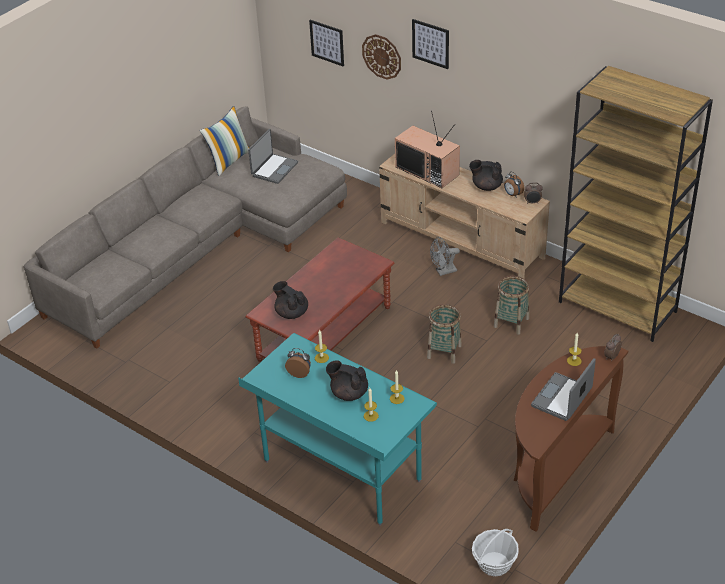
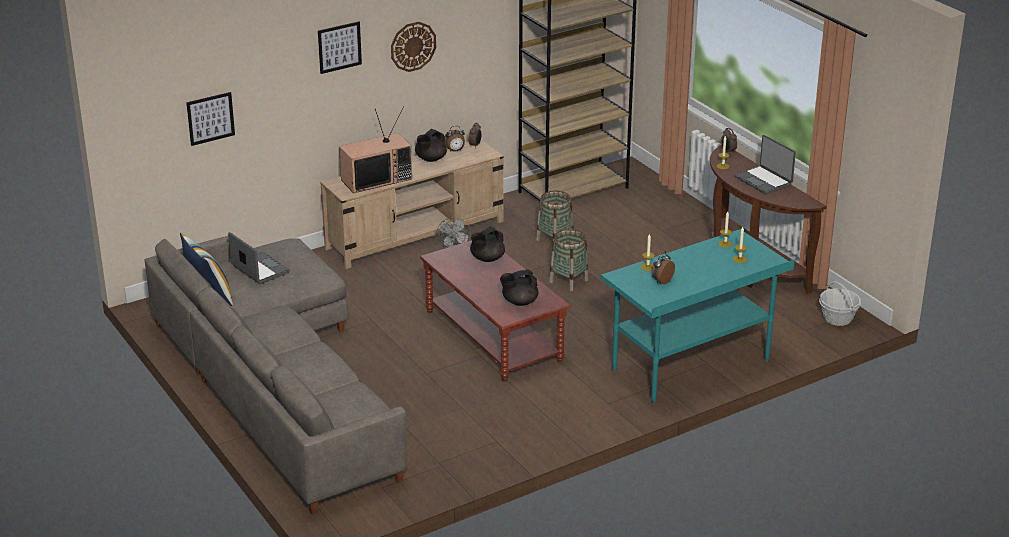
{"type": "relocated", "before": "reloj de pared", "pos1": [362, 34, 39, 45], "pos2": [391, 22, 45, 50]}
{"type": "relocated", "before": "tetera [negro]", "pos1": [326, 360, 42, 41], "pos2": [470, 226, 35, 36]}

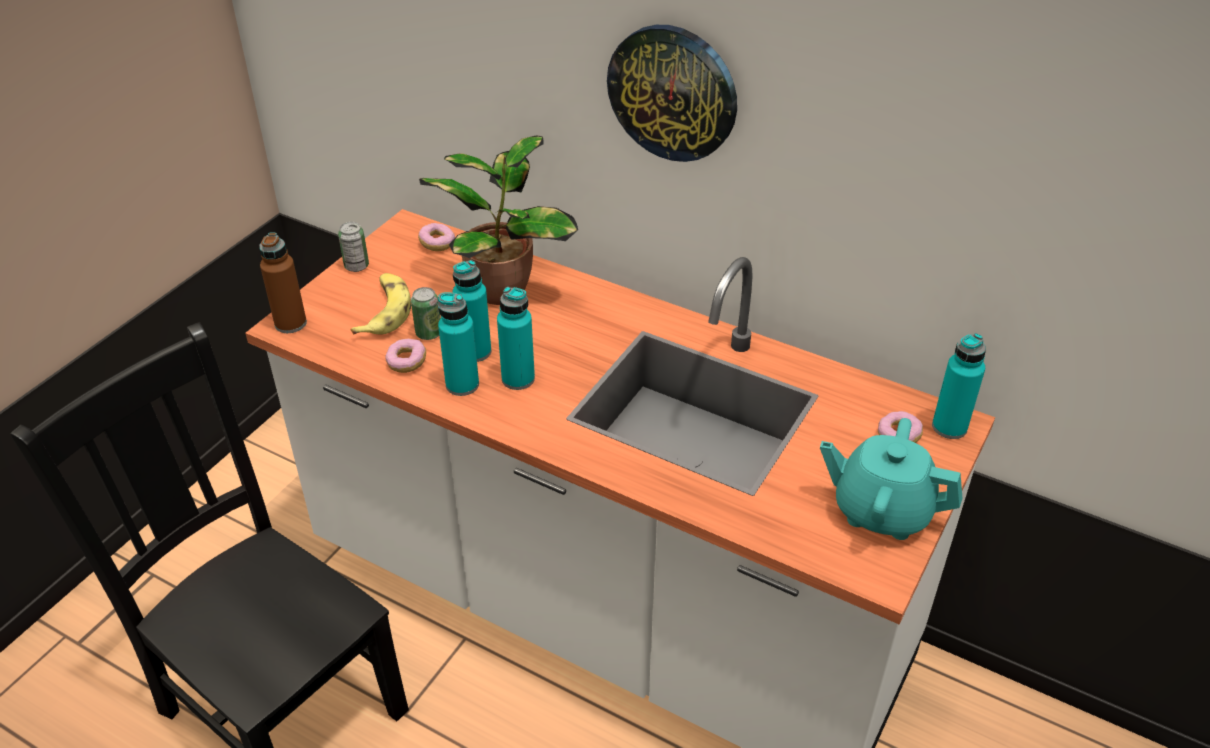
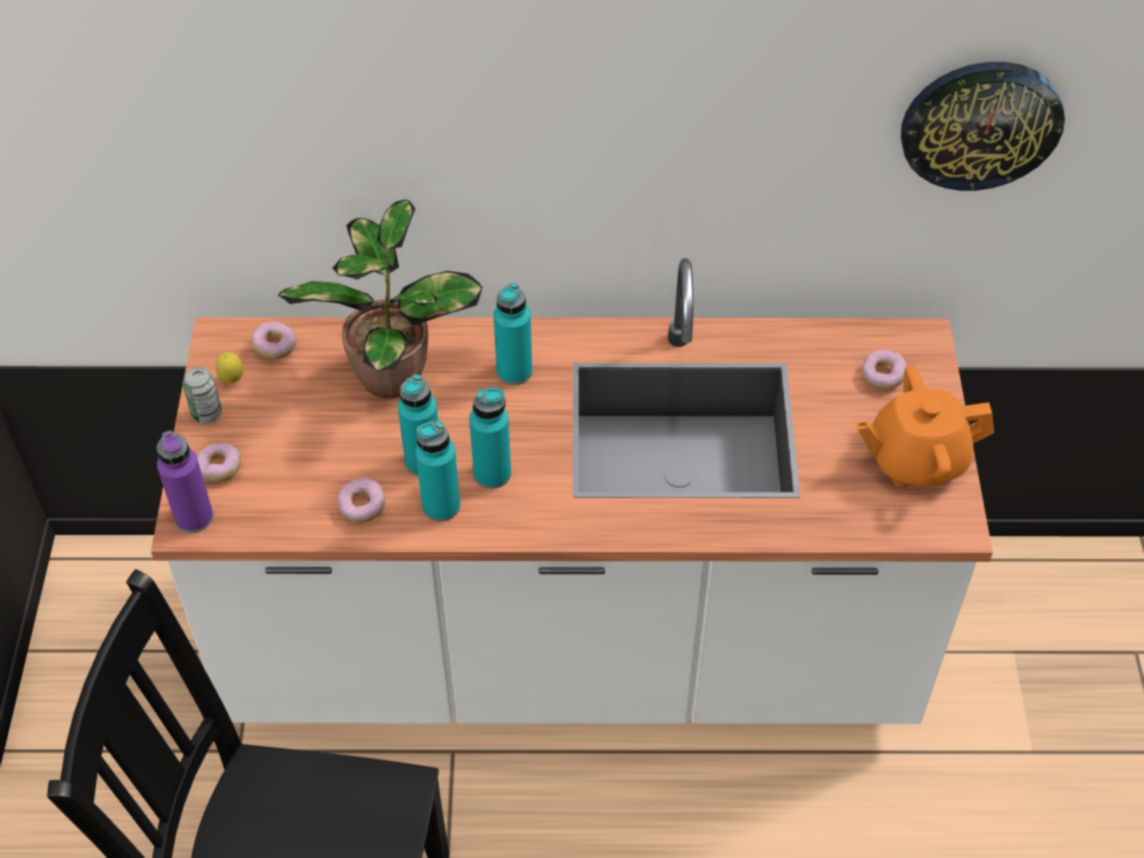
{"type": "relocated", "before": "reloj de pared", "pos1": [607, 25, 130, 137], "pos2": [901, 62, 164, 129]}
{"type": "colour", "before": "botella [marrón]", "after": "botella [morado]", "pos1": [259, 232, 48, 101], "pos2": [157, 431, 56, 102]}
{"type": "missing", "before": "plátano", "pos1": [350, 273, 61, 61]}
{"type": "missing", "before": "lata", "pos1": [411, 287, 30, 53]}
{"type": "relocated", "before": "botella [turquesa]", "pos1": [932, 333, 54, 106], "pos2": [493, 283, 39, 102]}
{"type": "colour", "before": "tetera [turquesa]", "after": "tetera [naranja]", "pos1": [820, 418, 142, 122], "pos2": [856, 366, 138, 121]}
{"type": "appeared", "after": "limón", "pos2": [215, 352, 28, 31]}
{"type": "appeared", "after": "rosquilla", "pos2": [197, 443, 44, 40]}

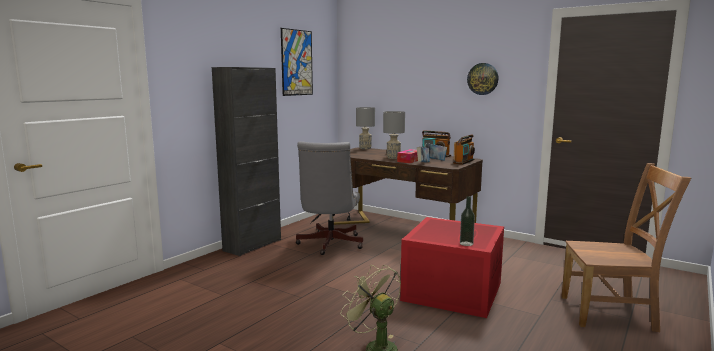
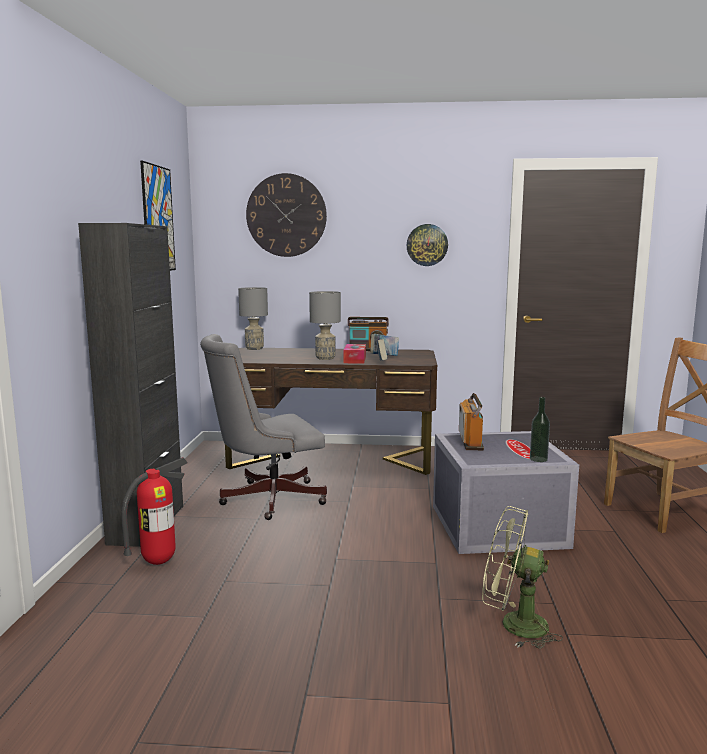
{"type": "relocated", "before": "radio", "pos1": [453, 135, 22, 30], "pos2": [459, 393, 25, 57]}
{"type": "spun", "before": "silla de oficina [gris]", "pos1": [296, 141, 67, 114], "pos2": [200, 334, 127, 186], "turn": 90}
{"type": "colour", "before": "caja de almacenaje [rojo]", "after": "caja de almacenaje [gris]", "pos1": [400, 217, 104, 101], "pos2": [433, 431, 146, 123]}
{"type": "appeared", "after": "reloj de pared", "pos2": [246, 173, 81, 84]}
{"type": "appeared", "after": "extintor", "pos2": [121, 457, 67, 108]}

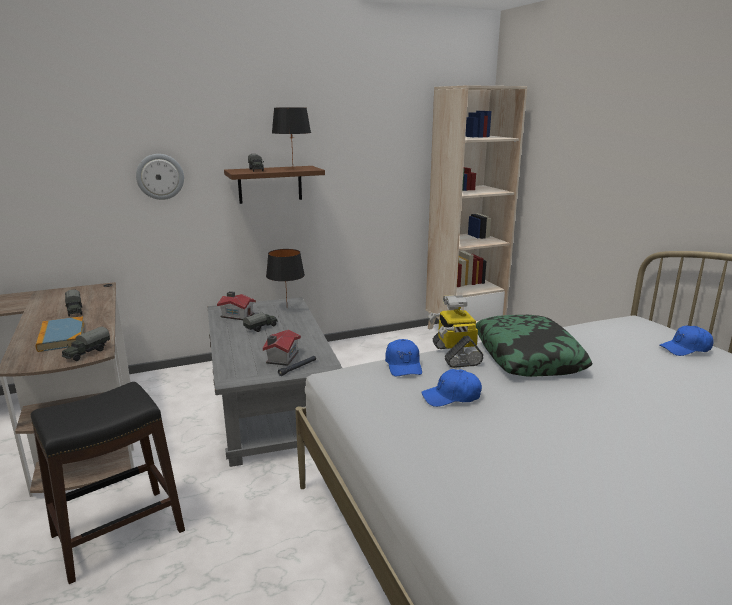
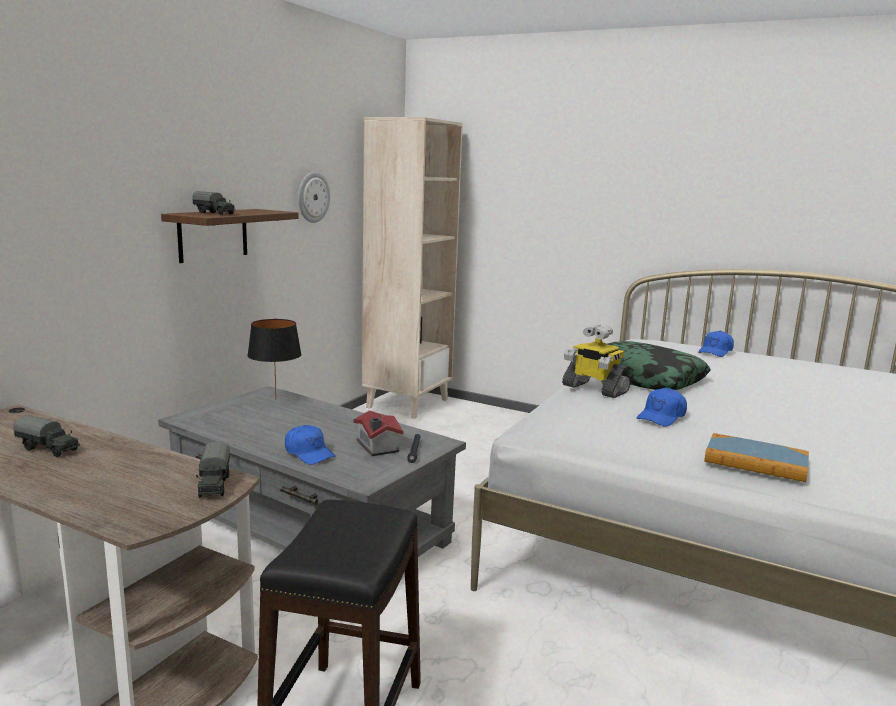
{"type": "missing", "before": "lámpara de mesa [negro]", "pos1": [272, 107, 39, 55]}
{"type": "relocated", "before": "reloj de pared", "pos1": [136, 154, 48, 46], "pos2": [298, 172, 32, 51]}
{"type": "missing", "before": "casita", "pos1": [217, 291, 39, 29]}
{"type": "missing", "before": "camión de juguete", "pos1": [243, 313, 35, 19]}
{"type": "relocated", "before": "libro", "pos1": [36, 316, 48, 36], "pos2": [704, 433, 105, 49]}
{"type": "relocated", "before": "gorra [azul]", "pos1": [385, 339, 37, 37], "pos2": [285, 425, 51, 40]}

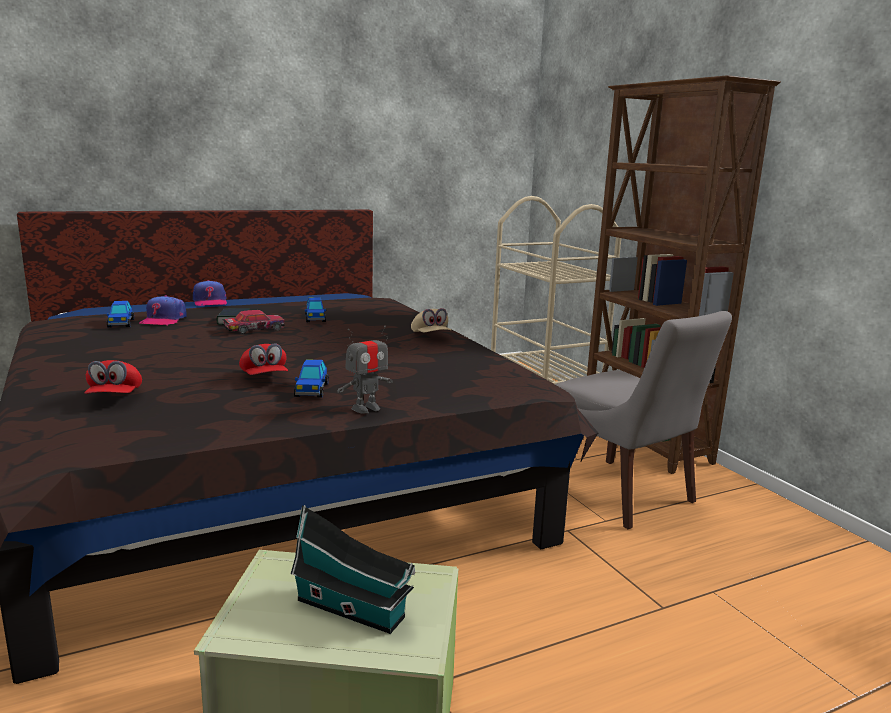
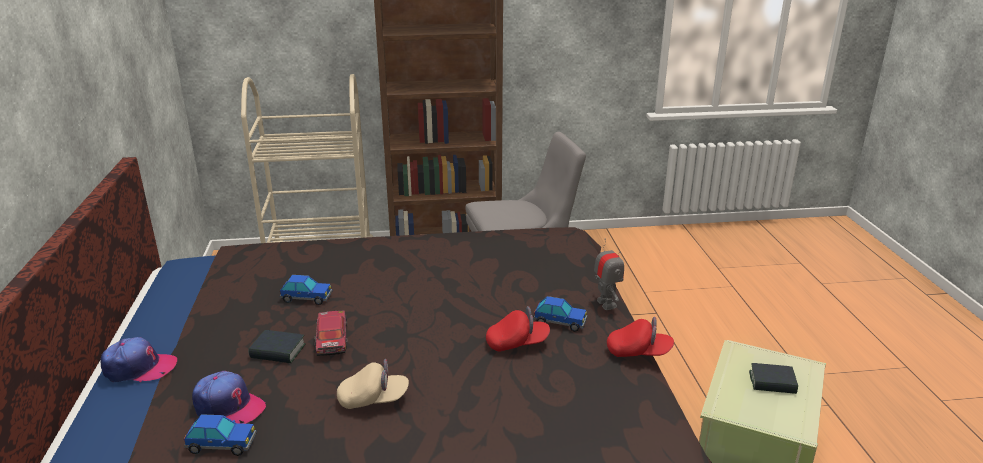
{"type": "relocated", "before": "gorra [beis]", "pos1": [411, 308, 40, 24], "pos2": [337, 359, 72, 50]}
{"type": "relocated", "before": "gorra [rojo]", "pos1": [85, 360, 57, 34], "pos2": [607, 317, 67, 40]}
{"type": "exchanged", "before": "casita", "after": "libro", "pos1": [290, 505, 125, 129], "pos2": [749, 363, 49, 31]}

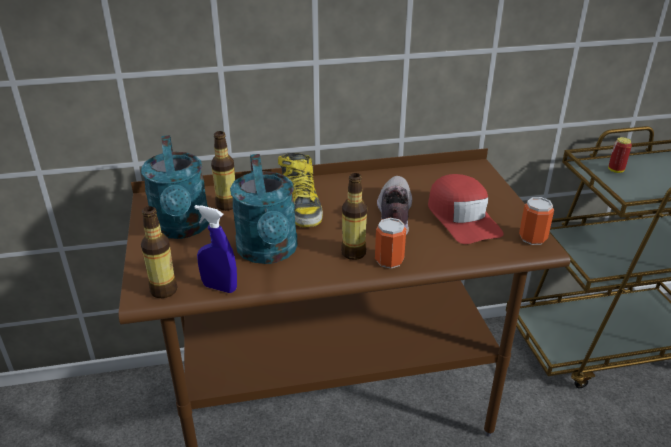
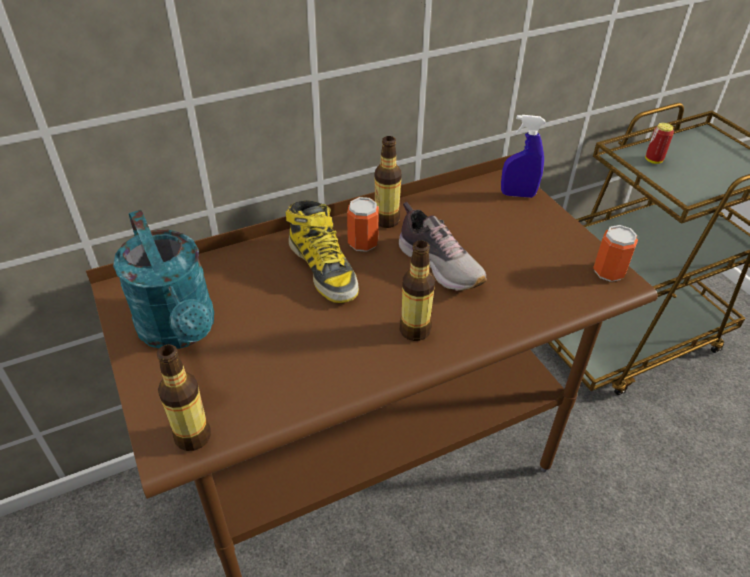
{"type": "relocated", "before": "botella", "pos1": [211, 131, 24, 80], "pos2": [375, 136, 27, 92]}
{"type": "missing", "before": "regadera [turquesa]", "pos1": [230, 154, 68, 110]}
{"type": "missing", "before": "gorra [rojo]", "pos1": [428, 174, 76, 70]}
{"type": "spun", "before": "zapato", "pos1": [377, 176, 35, 59], "pos2": [399, 202, 88, 89], "turn": 150}
{"type": "relocated", "before": "pulverizador [azul]", "pos1": [194, 205, 43, 88], "pos2": [501, 115, 45, 83]}
{"type": "relocated", "before": "lata", "pos1": [375, 218, 31, 51], "pos2": [347, 197, 32, 55]}

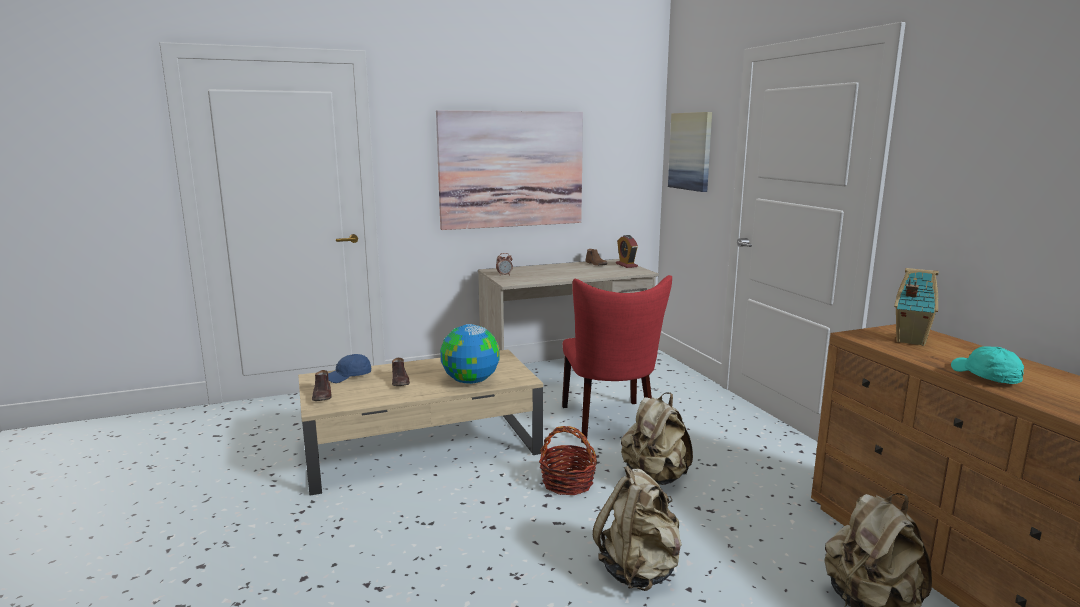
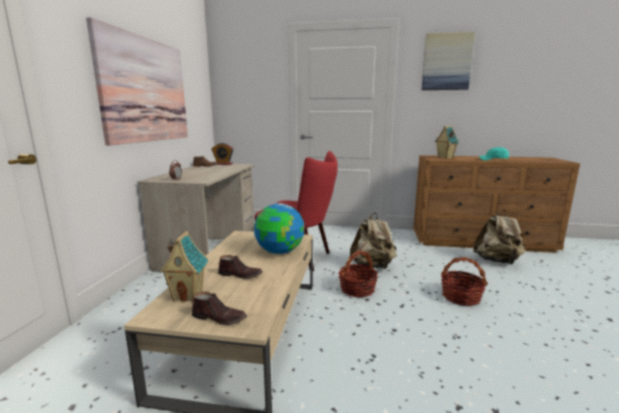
{"type": "relocated", "before": "cuadro", "pos1": [668, 112, 44, 80], "pos2": [422, 32, 53, 58]}
{"type": "exchanged", "before": "gorra [azul]", "after": "casita", "pos1": [328, 354, 44, 29], "pos2": [160, 231, 48, 71]}
{"type": "exchanged", "before": "mochila [beis]", "after": "cesta", "pos1": [593, 466, 89, 125], "pos2": [441, 257, 47, 49]}

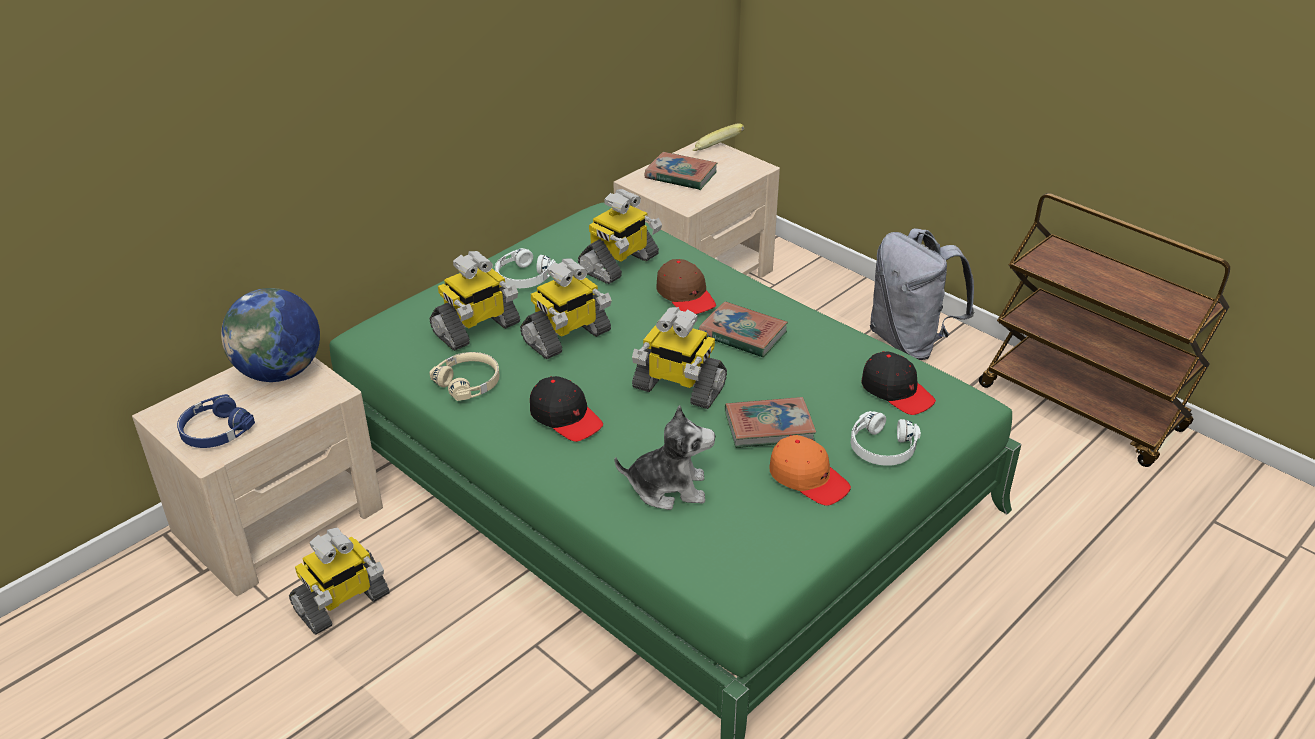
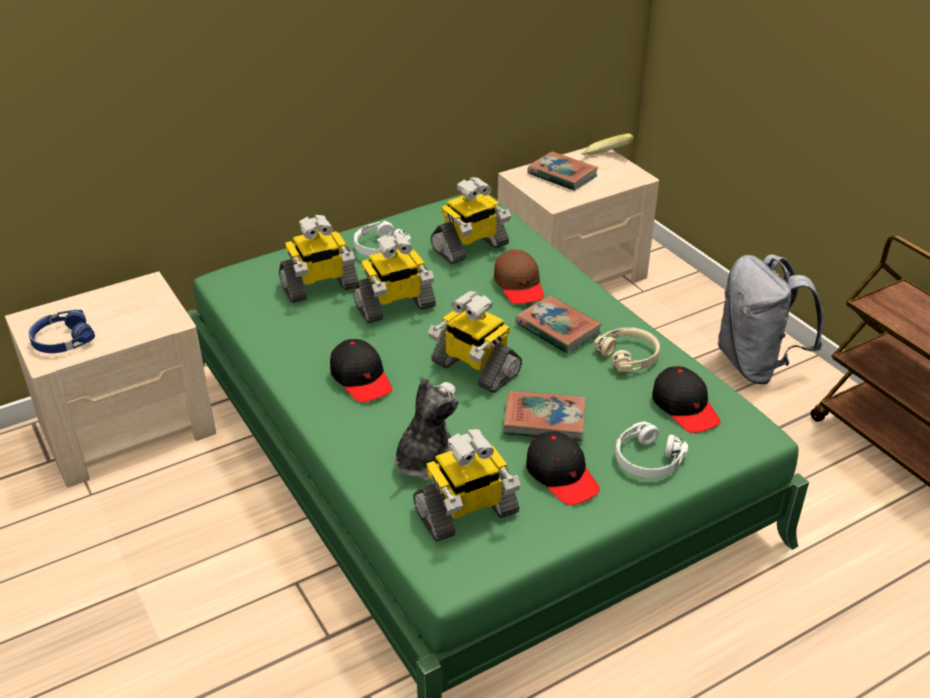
{"type": "missing", "before": "globo terráqueo", "pos1": [221, 288, 99, 94]}
{"type": "relocated", "before": "auriculares [beis]", "pos1": [429, 352, 71, 49], "pos2": [594, 327, 66, 45]}
{"type": "spun", "before": "peluche", "pos1": [615, 405, 100, 105], "pos2": [395, 377, 63, 104], "turn": -75}
{"type": "colour", "before": "gorra [naranja]", "after": "gorra [negro]", "pos1": [770, 435, 81, 71], "pos2": [526, 431, 74, 74]}
{"type": "relocated", "before": "robot de juguete", "pos1": [289, 528, 101, 107], "pos2": [413, 429, 108, 113]}

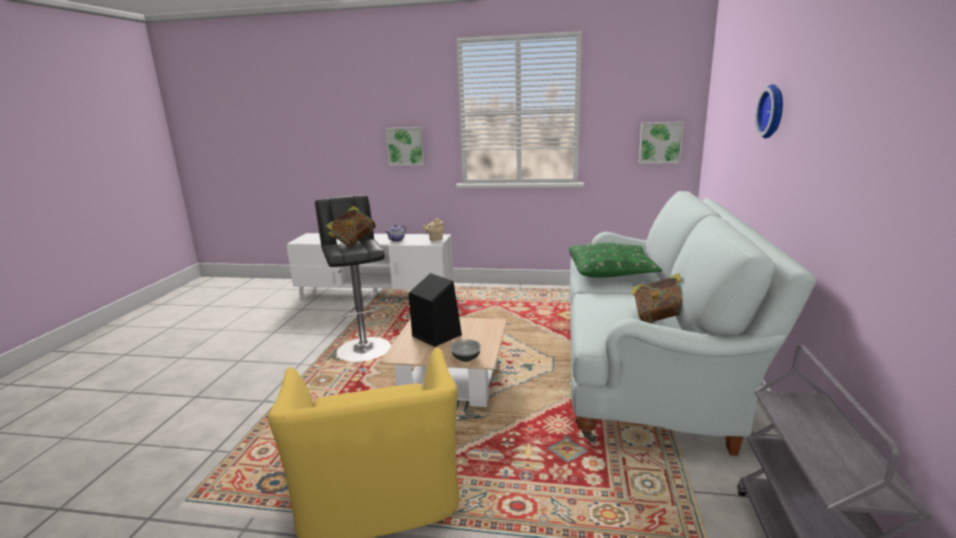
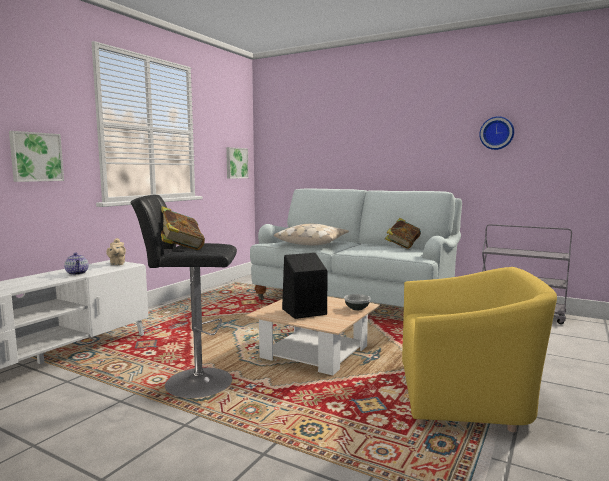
{"type": "relocated", "before": "reloj de pared", "pos1": [755, 84, 28, 55], "pos2": [479, 116, 35, 34]}
{"type": "colour", "before": "cojín [verde]", "after": "cojín [beis]", "pos1": [568, 243, 94, 35], "pos2": [274, 224, 75, 21]}

